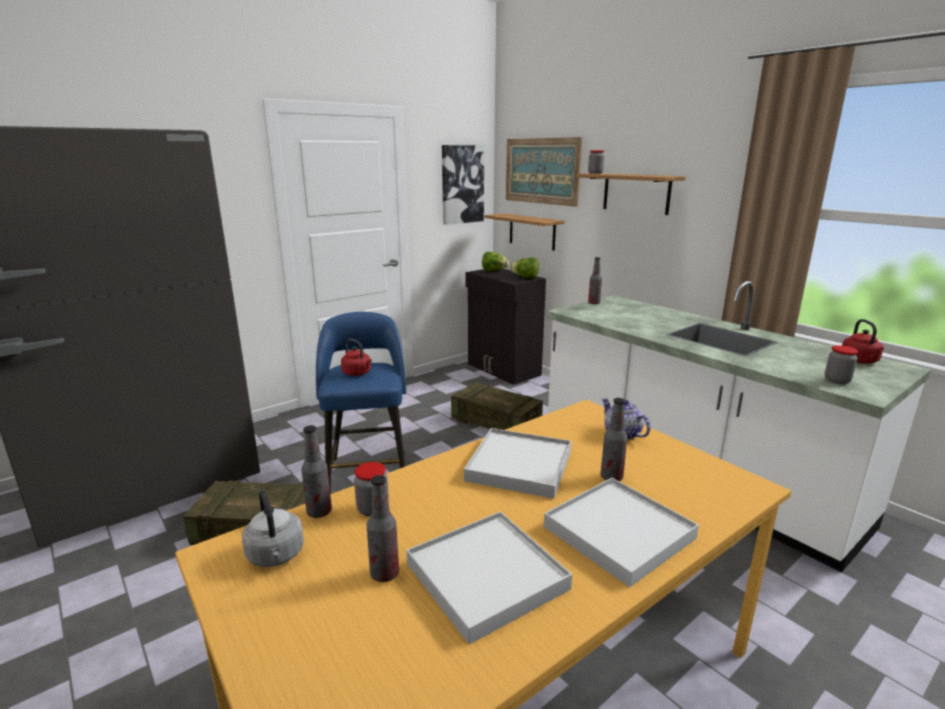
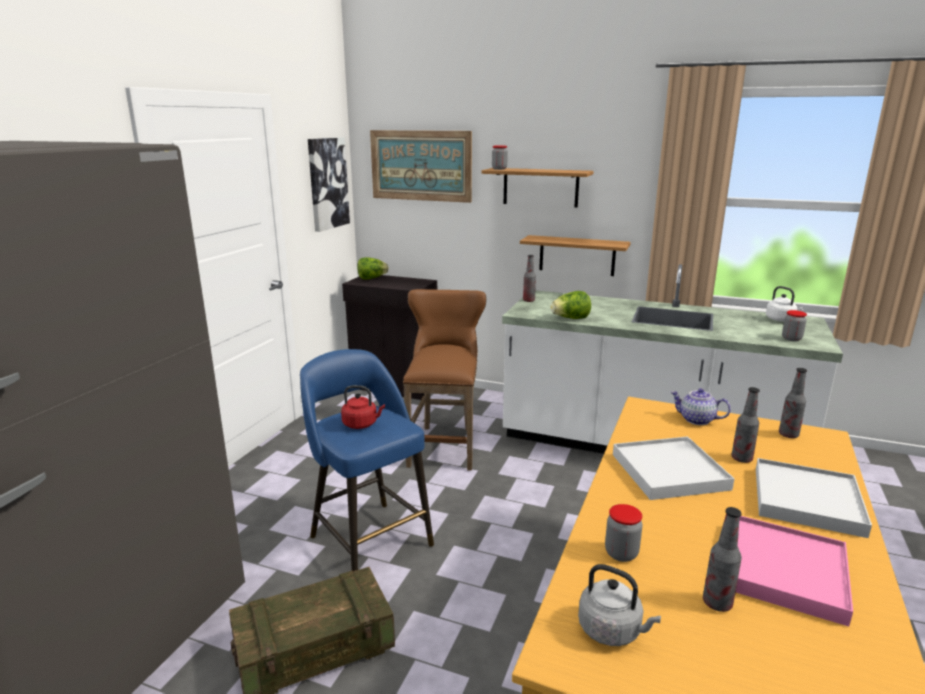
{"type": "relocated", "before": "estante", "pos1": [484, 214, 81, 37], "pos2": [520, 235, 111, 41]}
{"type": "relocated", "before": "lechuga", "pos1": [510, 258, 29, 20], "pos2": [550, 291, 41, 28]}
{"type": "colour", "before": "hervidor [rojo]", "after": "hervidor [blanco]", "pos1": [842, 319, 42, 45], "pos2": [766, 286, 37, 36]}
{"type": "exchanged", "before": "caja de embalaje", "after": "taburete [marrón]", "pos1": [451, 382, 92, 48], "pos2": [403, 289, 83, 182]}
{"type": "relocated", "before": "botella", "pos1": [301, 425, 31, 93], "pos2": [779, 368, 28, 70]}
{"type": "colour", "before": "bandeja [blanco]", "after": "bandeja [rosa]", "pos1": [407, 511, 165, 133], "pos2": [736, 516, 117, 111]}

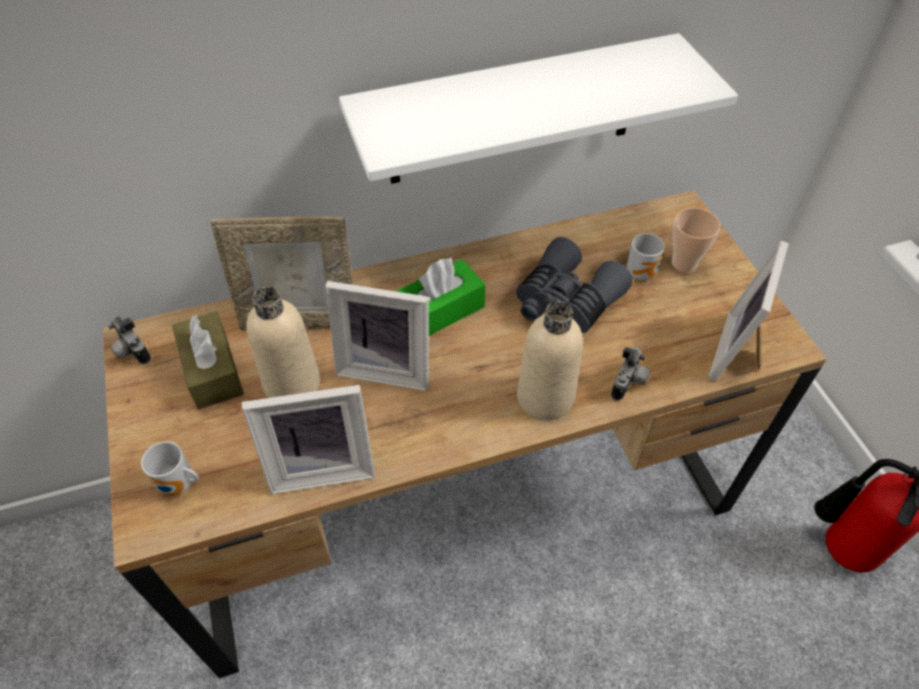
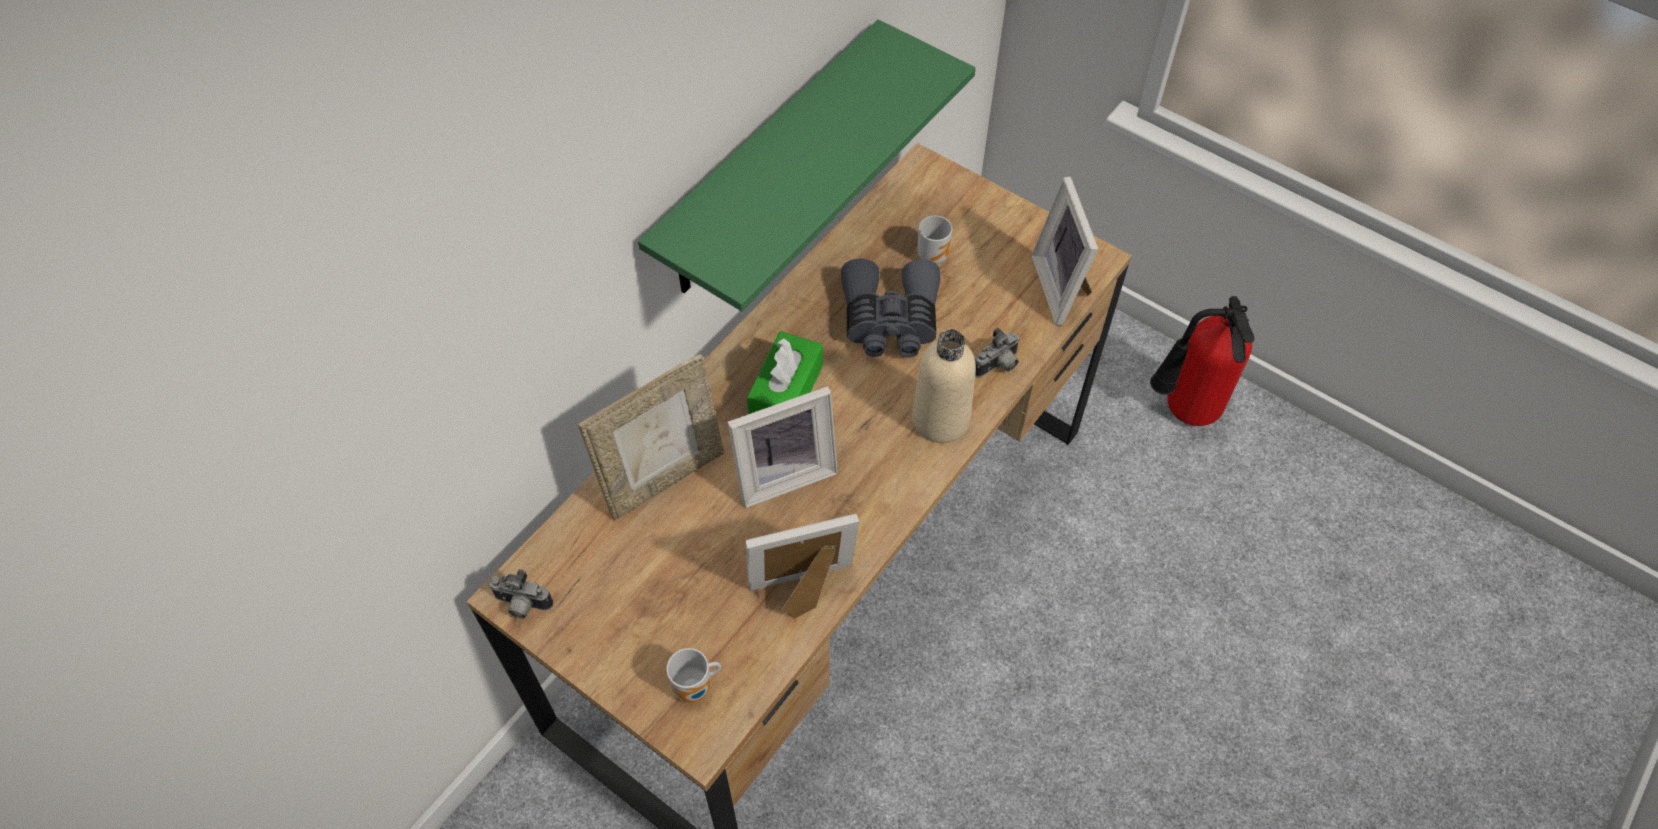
{"type": "colour", "before": "estante [blanco]", "after": "estante [verde]", "pos1": [339, 33, 399, 151], "pos2": [638, 19, 338, 292]}
{"type": "missing", "before": "taza", "pos1": [672, 208, 49, 64]}
{"type": "missing", "before": "botella [beis]", "pos1": [246, 287, 74, 111]}
{"type": "missing", "before": "caja de pañuelos [marrón]", "pos1": [172, 312, 72, 97]}
{"type": "spun", "before": "cámara", "pos1": [611, 347, 40, 54], "pos2": [975, 327, 45, 50], "turn": 60}
{"type": "spun", "before": "portarretratos", "pos1": [242, 385, 133, 109], "pos2": [746, 514, 113, 105], "turn": -150}

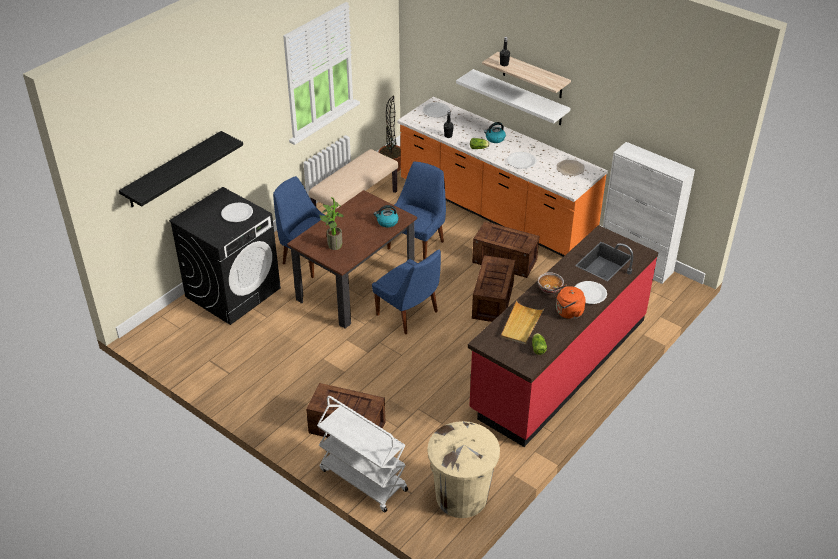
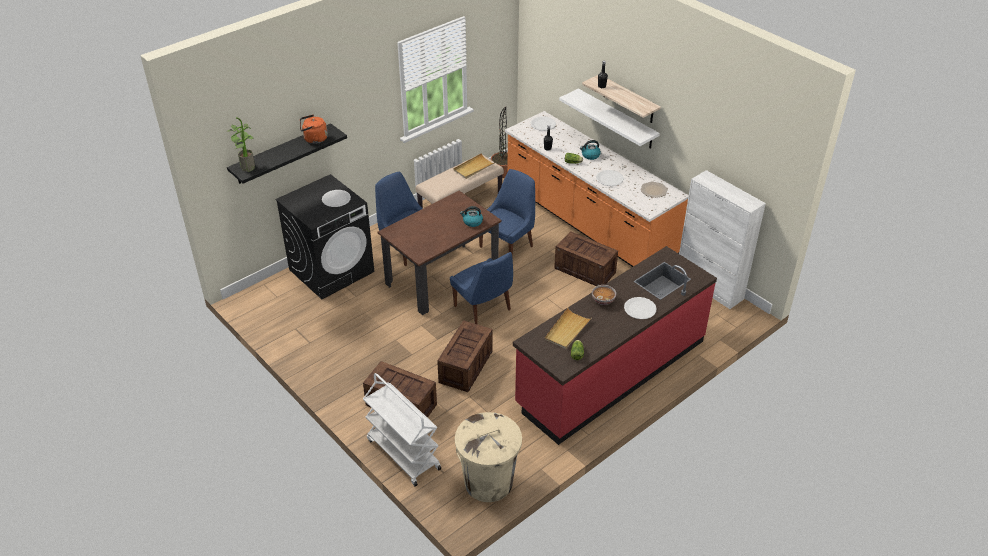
{"type": "relocated", "before": "planta en maceta", "pos1": [319, 197, 25, 53], "pos2": [226, 117, 29, 55]}
{"type": "relocated", "before": "caja de embalaje", "pos1": [472, 255, 43, 67], "pos2": [437, 320, 56, 72]}
{"type": "relocated", "before": "hervidor [naranja]", "pos1": [552, 285, 34, 34], "pos2": [300, 115, 28, 29]}
{"type": "appeared", "after": "bandeja [beis]", "pos2": [453, 153, 43, 26]}

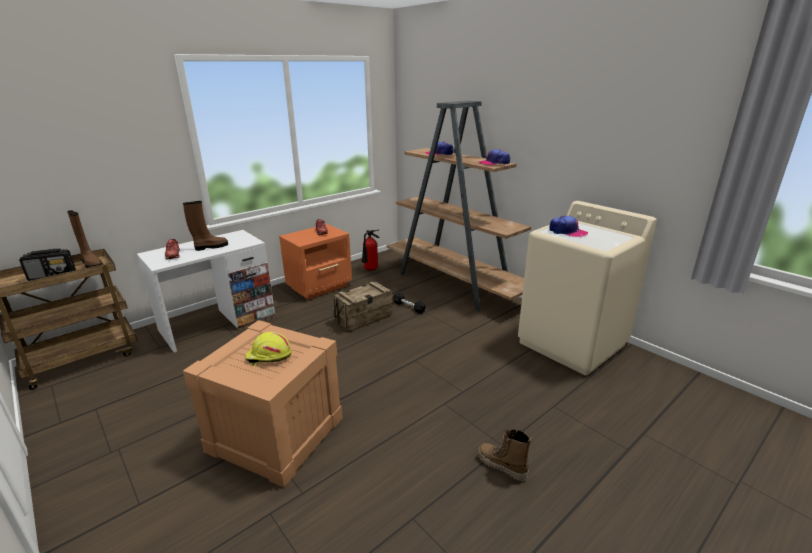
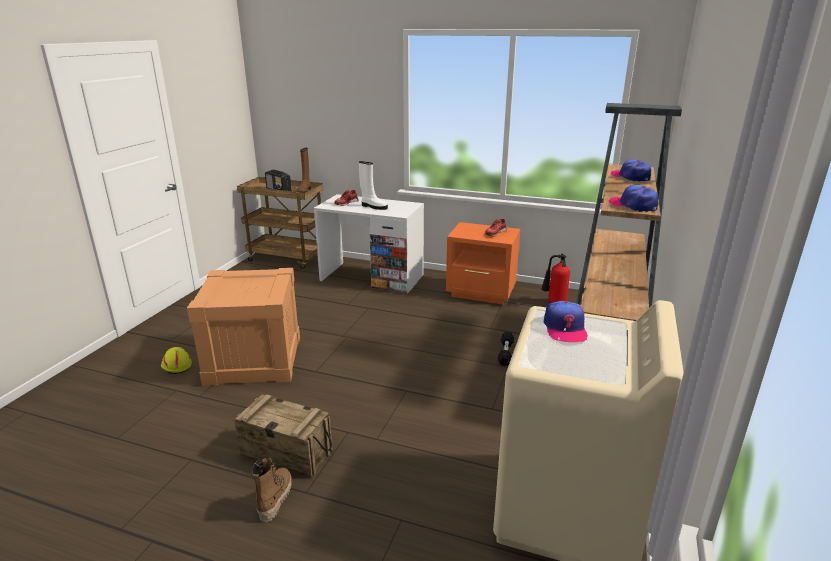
{"type": "colour", "before": "bota [marrón]", "after": "bota [blanco]", "pos1": [183, 201, 45, 50], "pos2": [359, 161, 29, 49]}
{"type": "relocated", "before": "caja de embalaje", "pos1": [333, 282, 59, 50], "pos2": [234, 394, 99, 84]}
{"type": "relocated", "before": "casco [amarillo]", "pos1": [245, 332, 47, 34], "pos2": [161, 347, 31, 27]}

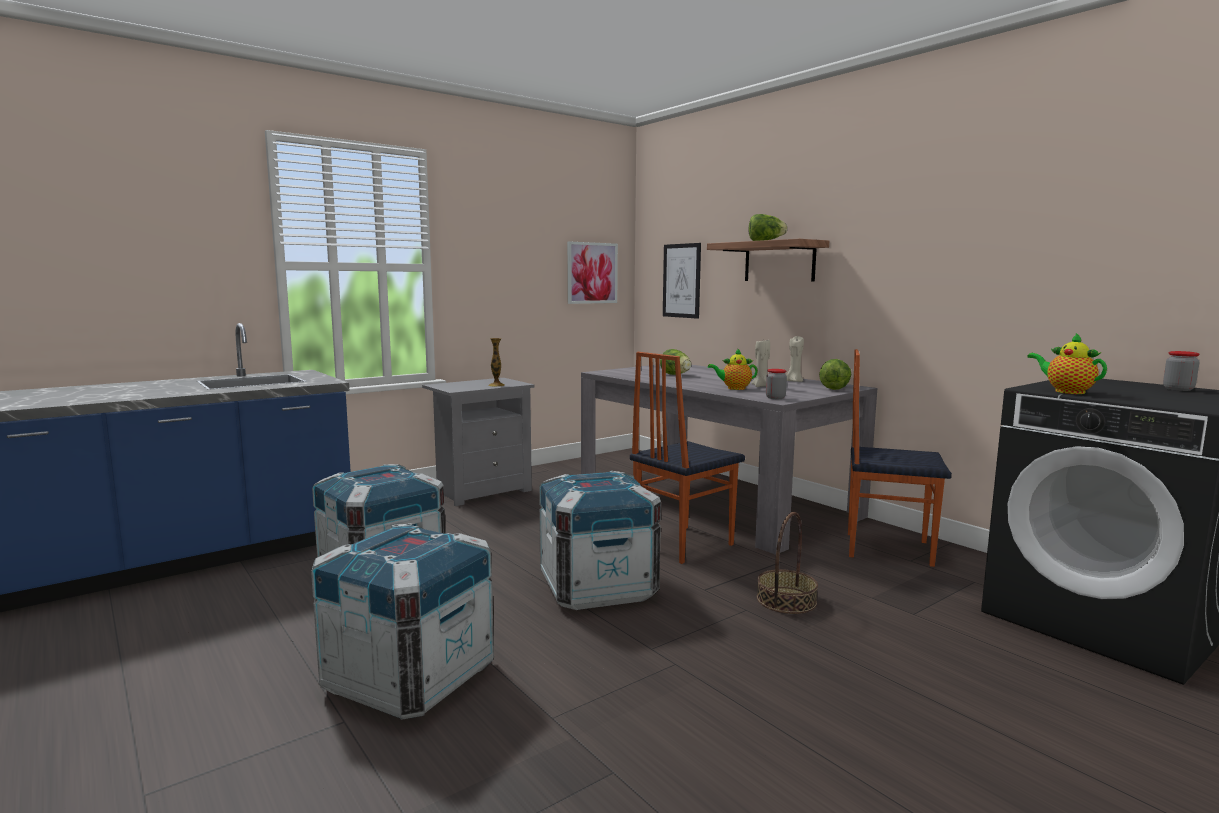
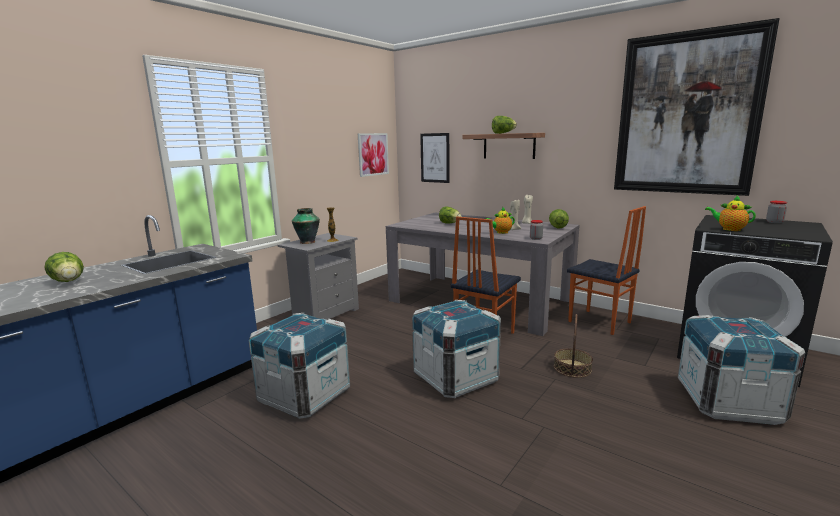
{"type": "spun", "before": "silla", "pos1": [848, 349, 104, 218], "pos2": [567, 206, 79, 129], "turn": -135}
{"type": "relocated", "before": "caja de embalaje", "pos1": [311, 523, 183, 197], "pos2": [678, 315, 127, 110]}
{"type": "appeared", "after": "cuadro", "pos2": [614, 18, 166, 178]}
{"type": "appeared", "after": "florero", "pos2": [292, 208, 28, 36]}
{"type": "appeared", "after": "lechuga", "pos2": [44, 252, 40, 30]}

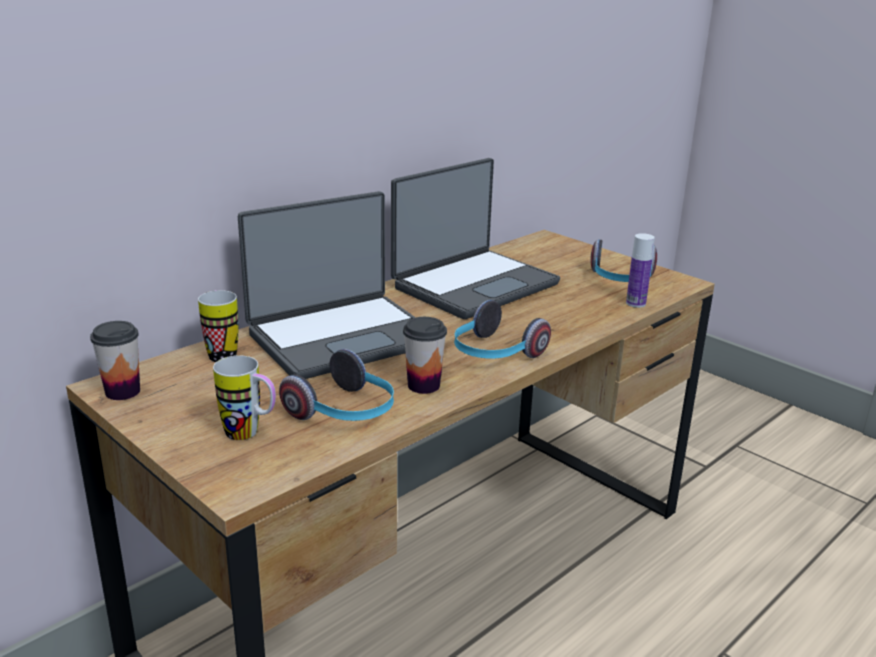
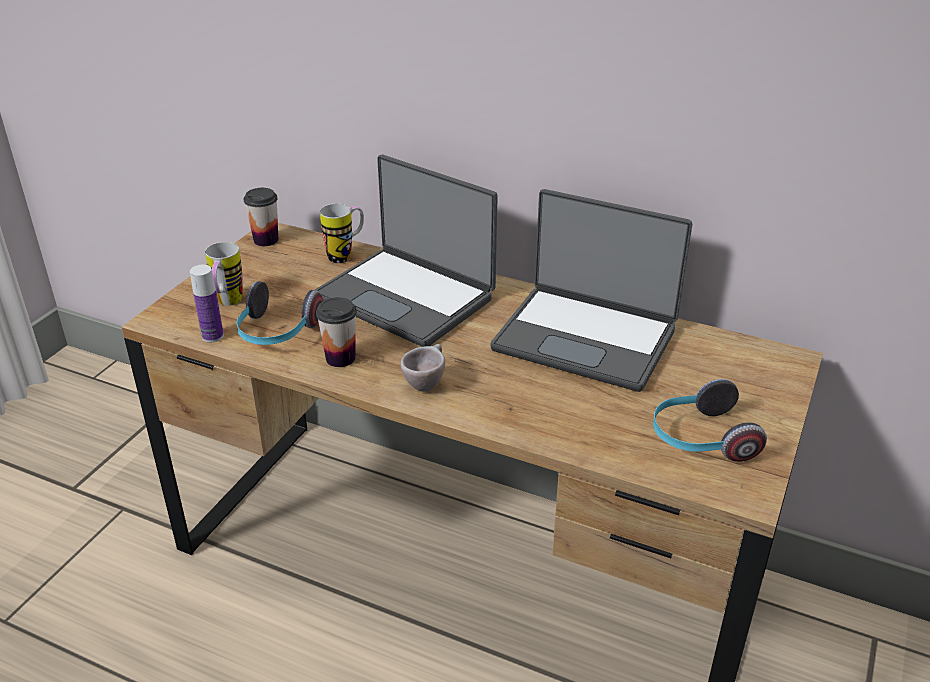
{"type": "relocated", "before": "botella", "pos1": [626, 233, 29, 75], "pos2": [190, 265, 34, 77]}
{"type": "exchanged", "before": "auriculares", "after": "taza [beis]", "pos1": [454, 300, 97, 59], "pos2": [401, 344, 44, 48]}

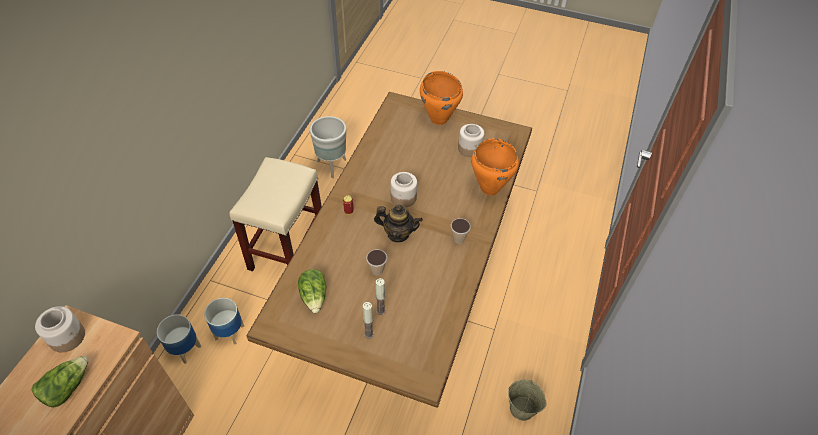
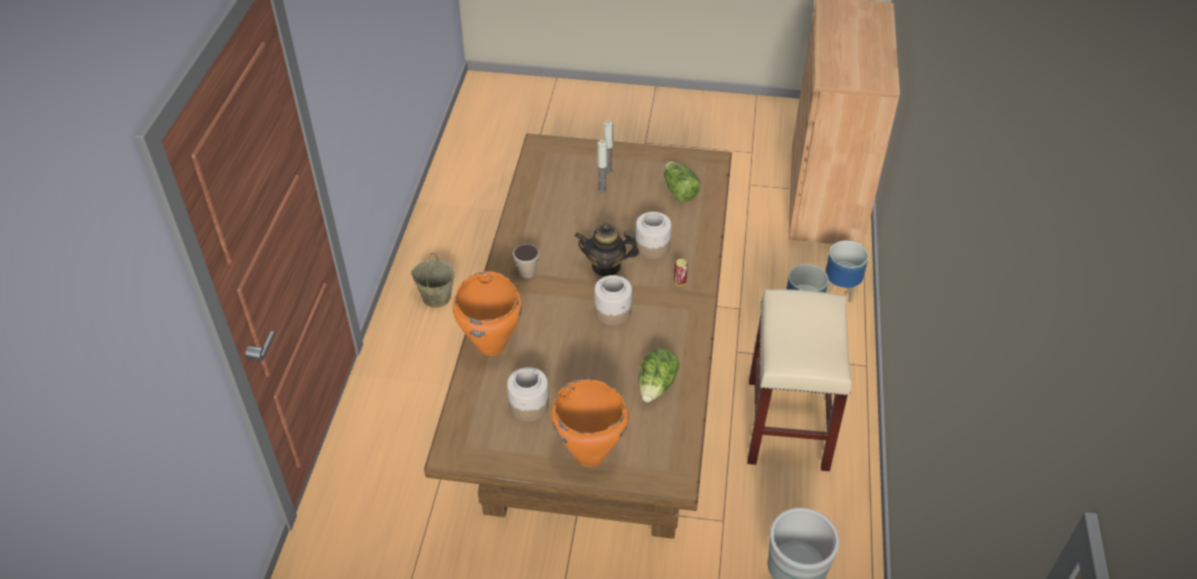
{"type": "missing", "before": "taza", "pos1": [366, 249, 21, 26]}
{"type": "relocated", "before": "tarro", "pos1": [35, 306, 50, 46], "pos2": [635, 212, 37, 47]}
{"type": "relocated", "before": "lechuga", "pos1": [32, 356, 57, 52], "pos2": [638, 348, 42, 54]}

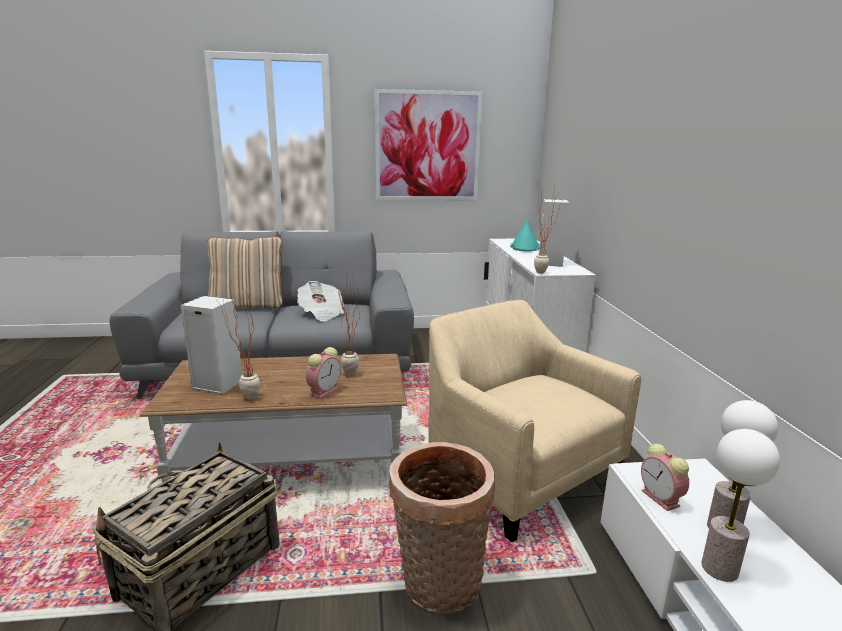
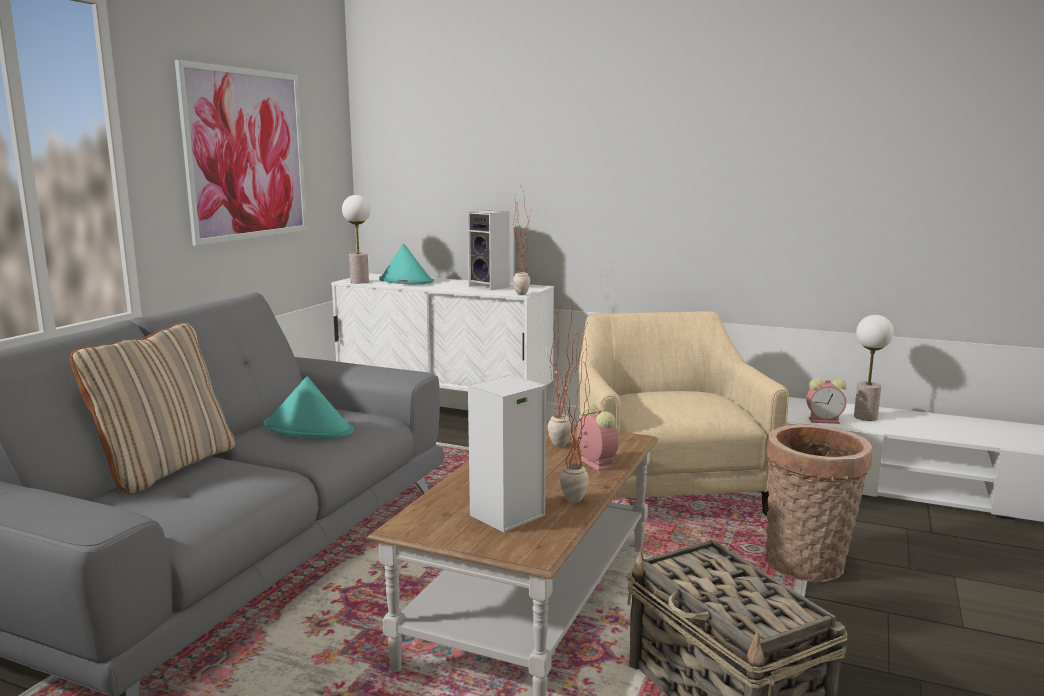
{"type": "exchanged", "before": "periódico", "after": "sombrero [turquesa]", "pos1": [297, 281, 48, 40], "pos2": [263, 376, 91, 63]}
{"type": "spun", "before": "sillón [beis]", "pos1": [429, 300, 212, 242], "pos2": [579, 311, 211, 205], "turn": 90}
{"type": "relocated", "before": "lámpara de mesa", "pos1": [701, 429, 79, 153], "pos2": [342, 195, 28, 88]}

